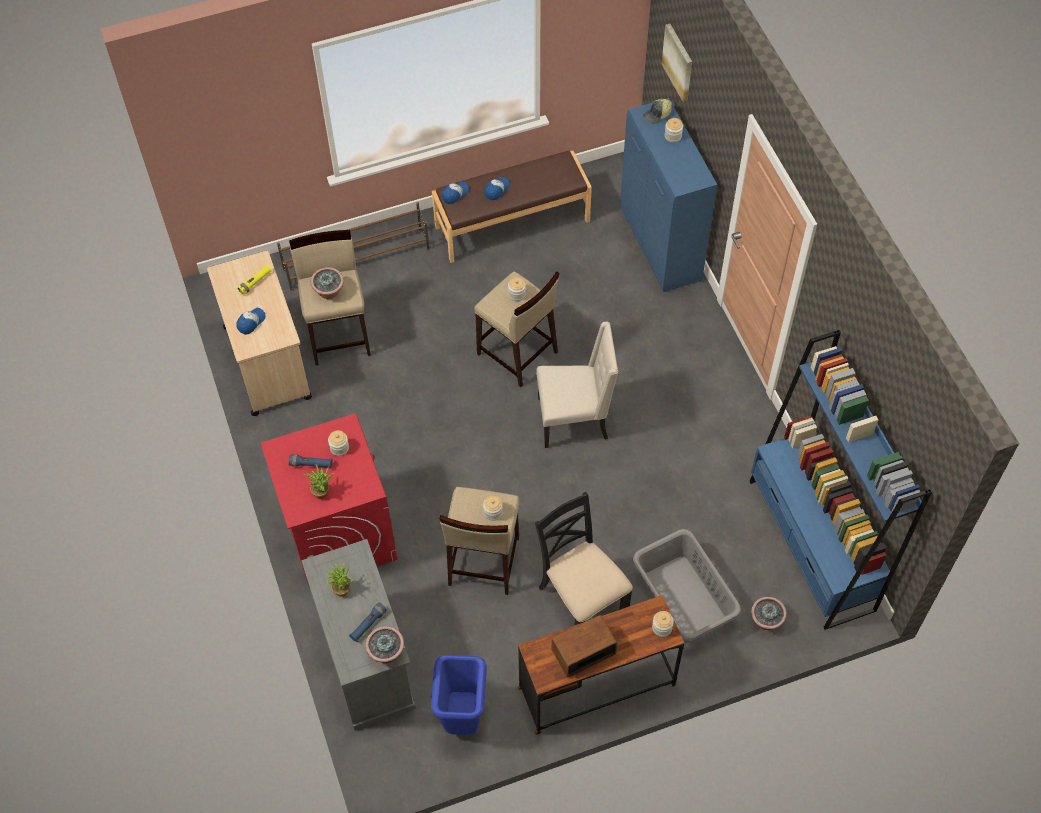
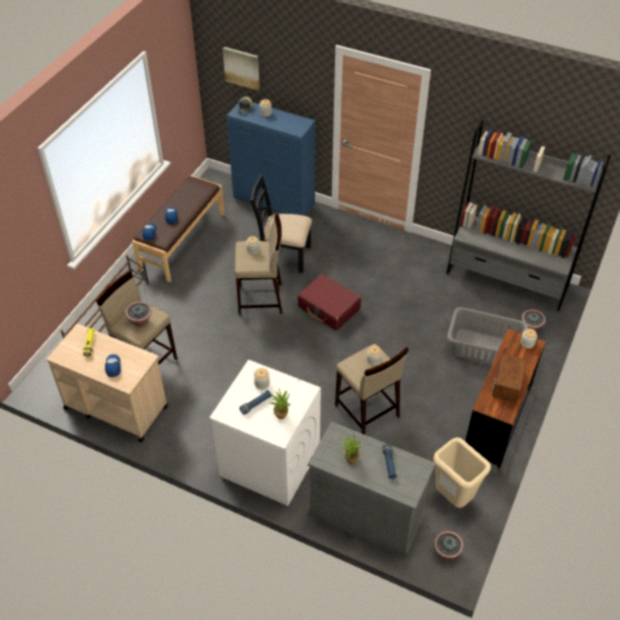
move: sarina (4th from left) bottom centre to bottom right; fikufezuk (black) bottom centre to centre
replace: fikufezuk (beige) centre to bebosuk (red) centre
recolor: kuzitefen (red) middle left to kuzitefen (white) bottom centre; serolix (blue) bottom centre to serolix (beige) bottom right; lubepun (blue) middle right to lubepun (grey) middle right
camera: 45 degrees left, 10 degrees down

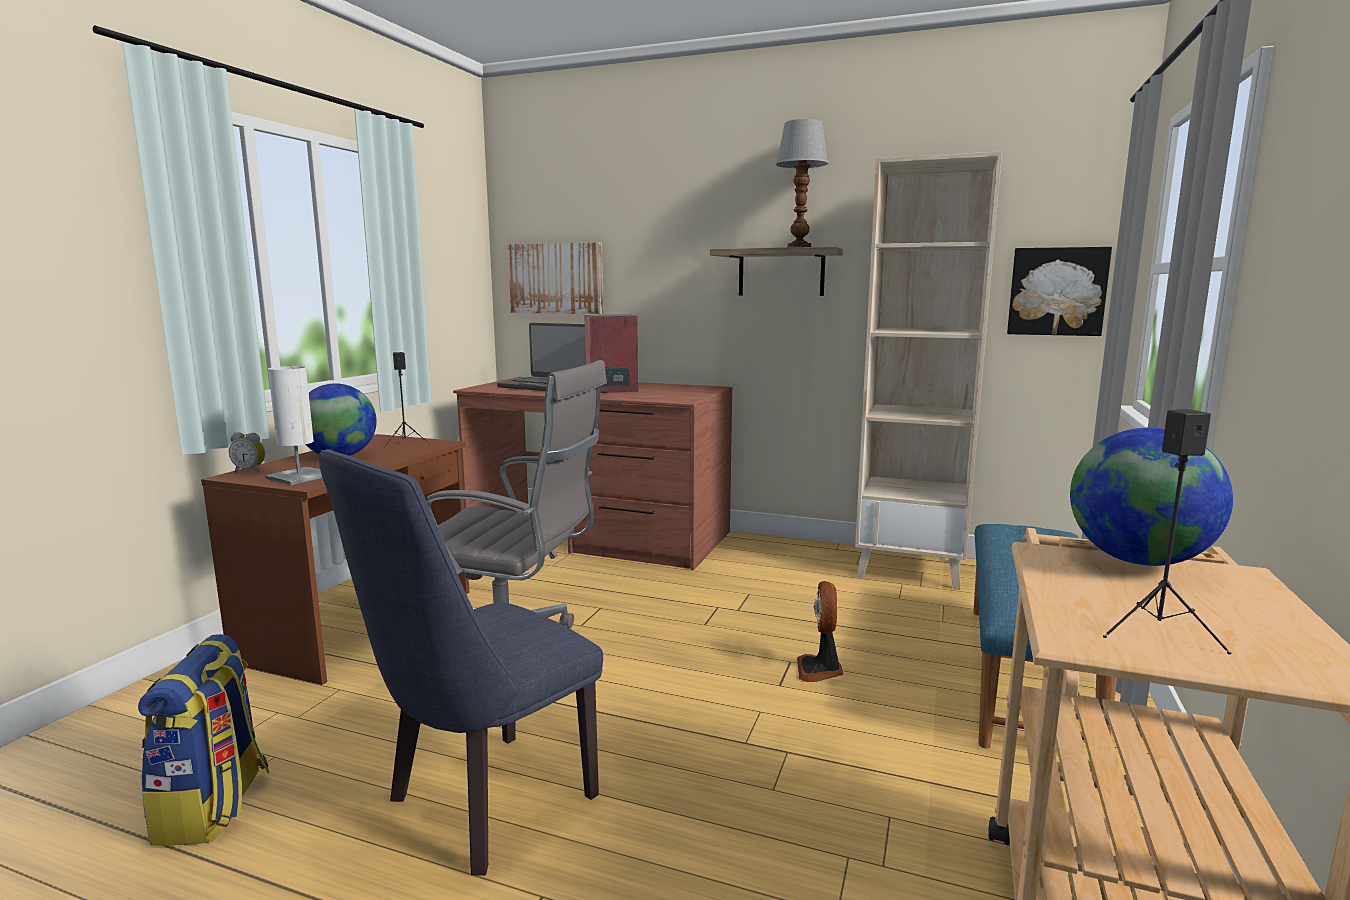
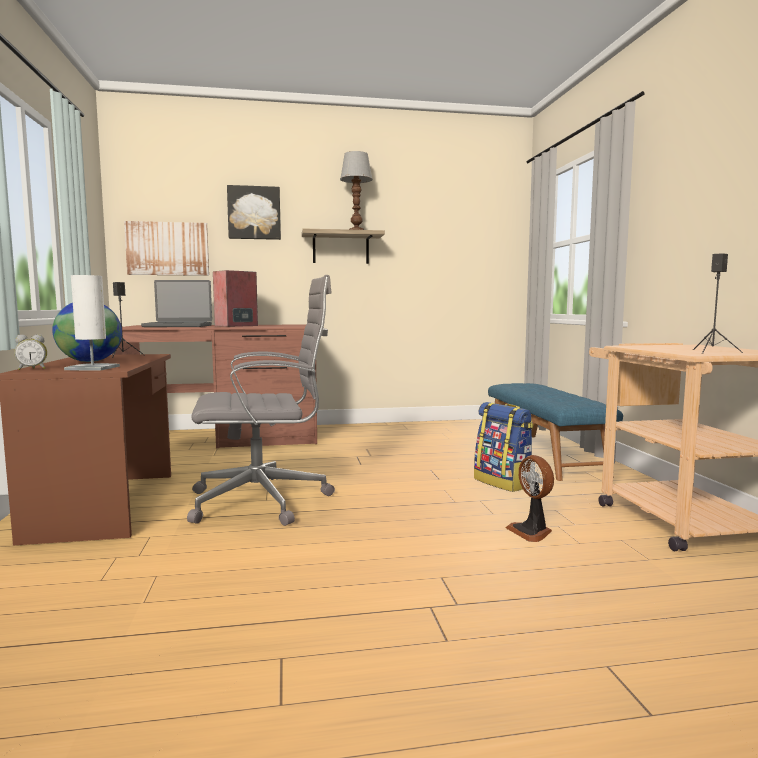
delete: fikufezuk (blue) bottom centre; lubepun (beige) middle right; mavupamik (2nd from left) middle right
move: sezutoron bottom left to centre; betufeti bottom centre to middle right; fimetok (2nd from left) top right to top centre
camera: 30 degrees left, 5 degrees down

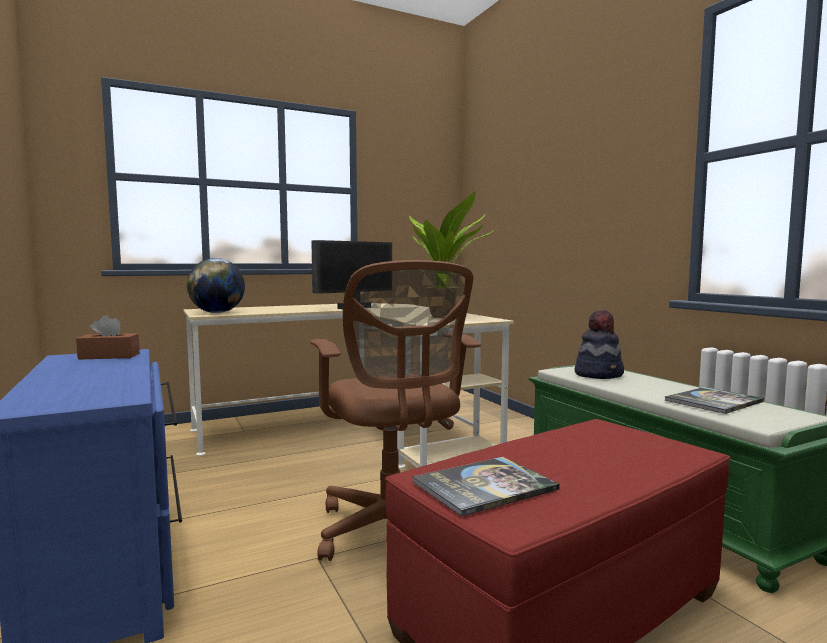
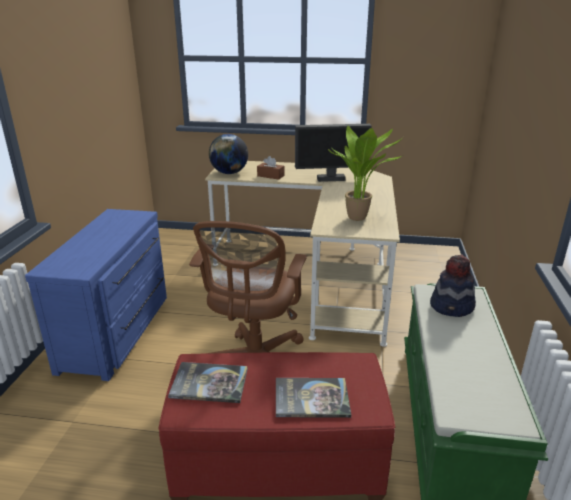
move: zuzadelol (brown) middle left to centre; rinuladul (2nd from left) middle right to bottom centre
camera: 35 degrees right, 20 degrees up

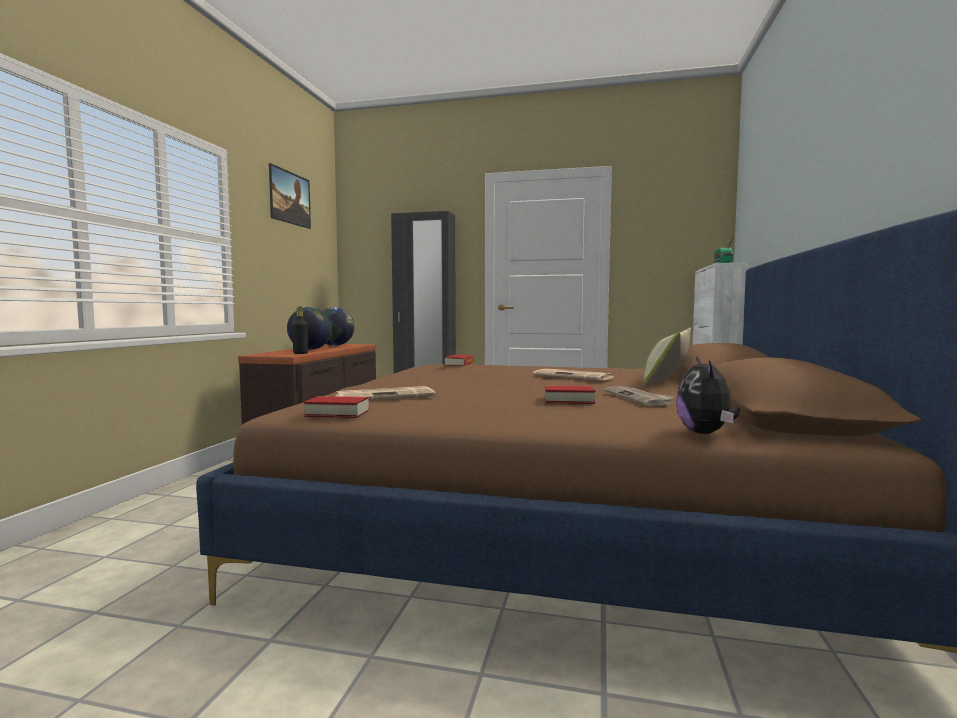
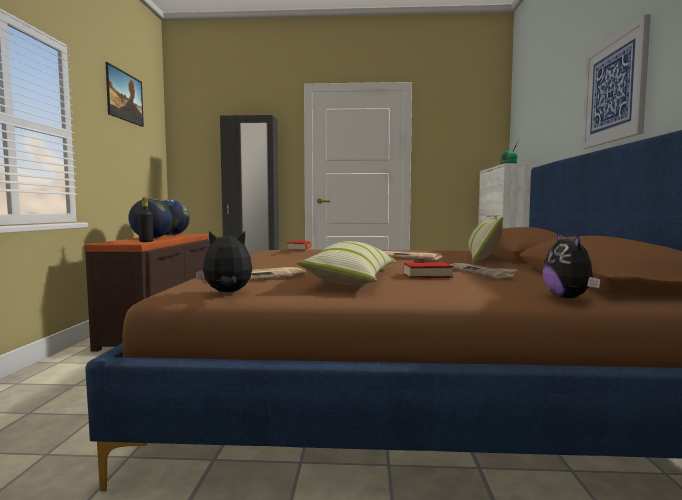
insert: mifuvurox (1st from left) centre; fimetok (2nd from left) top right
replace: rinuladul (1st from left) centre to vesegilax (1st from left) middle left
camera: 10 degrees left, 0 degrees up

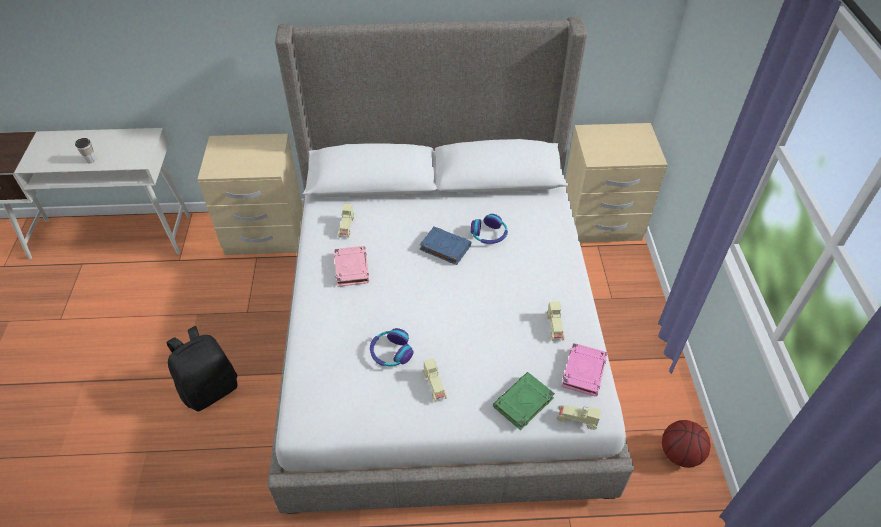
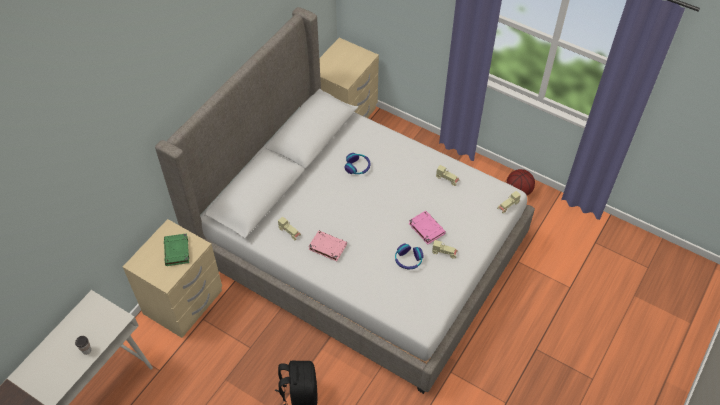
delete: rinuladul (blue) centre
move: rinuladul (green) bottom centre to middle left; rinuladul (pink) (2nd from left) bottom centre to centre
camera: 55 degrees left, 5 degrees up

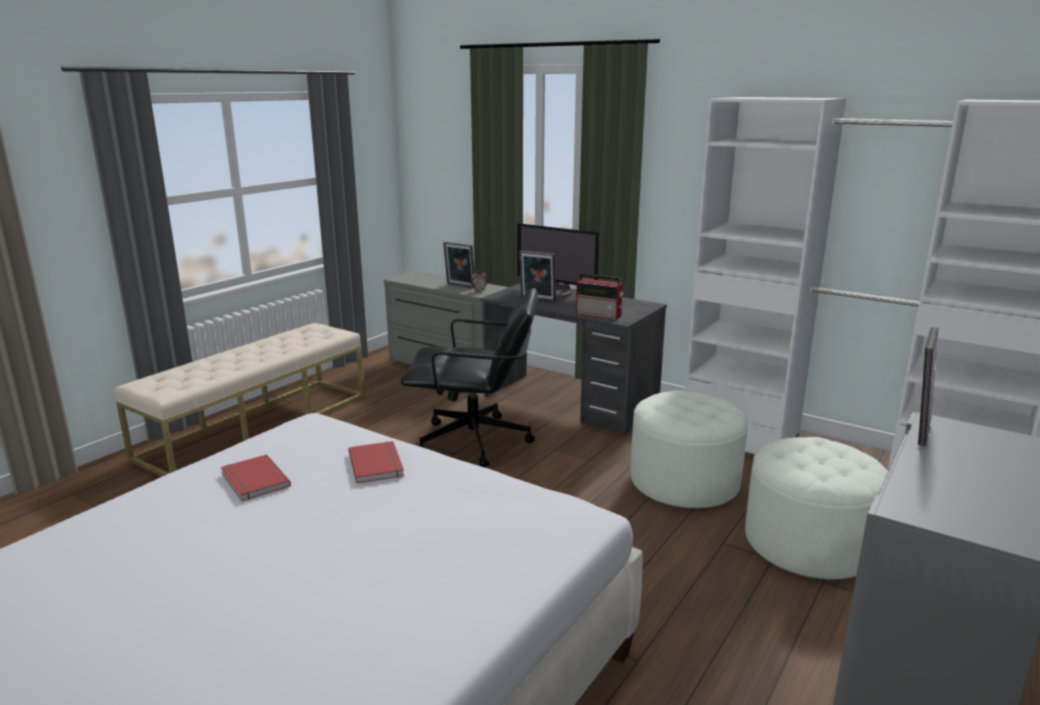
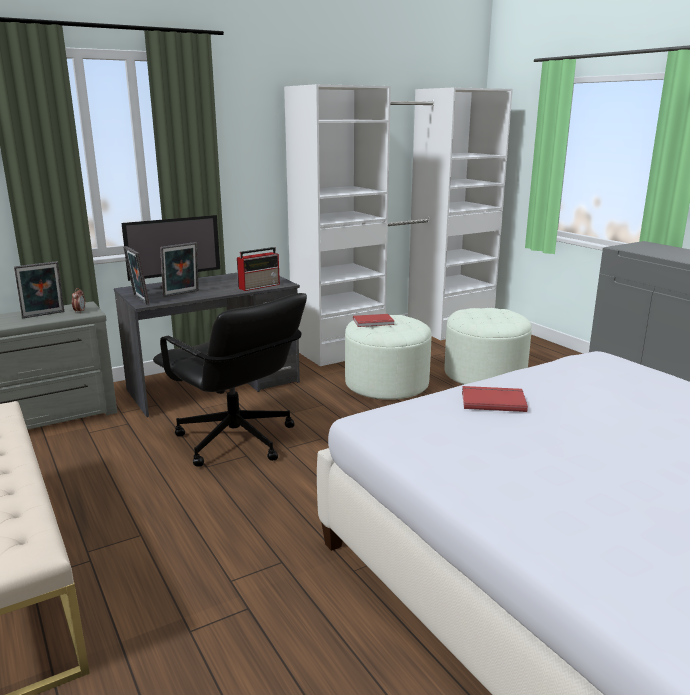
move: rinuladul (red) (1st from left) bottom left to centre; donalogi (3rd from left in the first image) middle right to donalogi (2nd from left) middle left
rotate: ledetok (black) centre = centre 105 degrees clockwise
camera: 65 degrees left, 0 degrees up

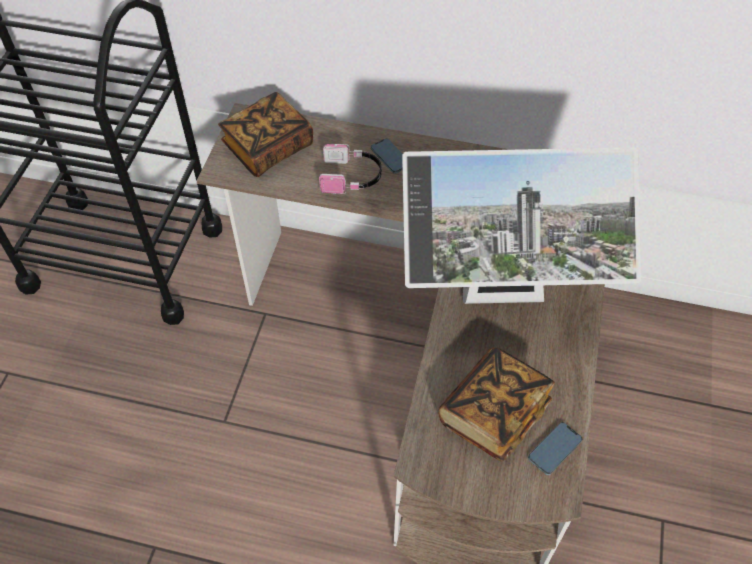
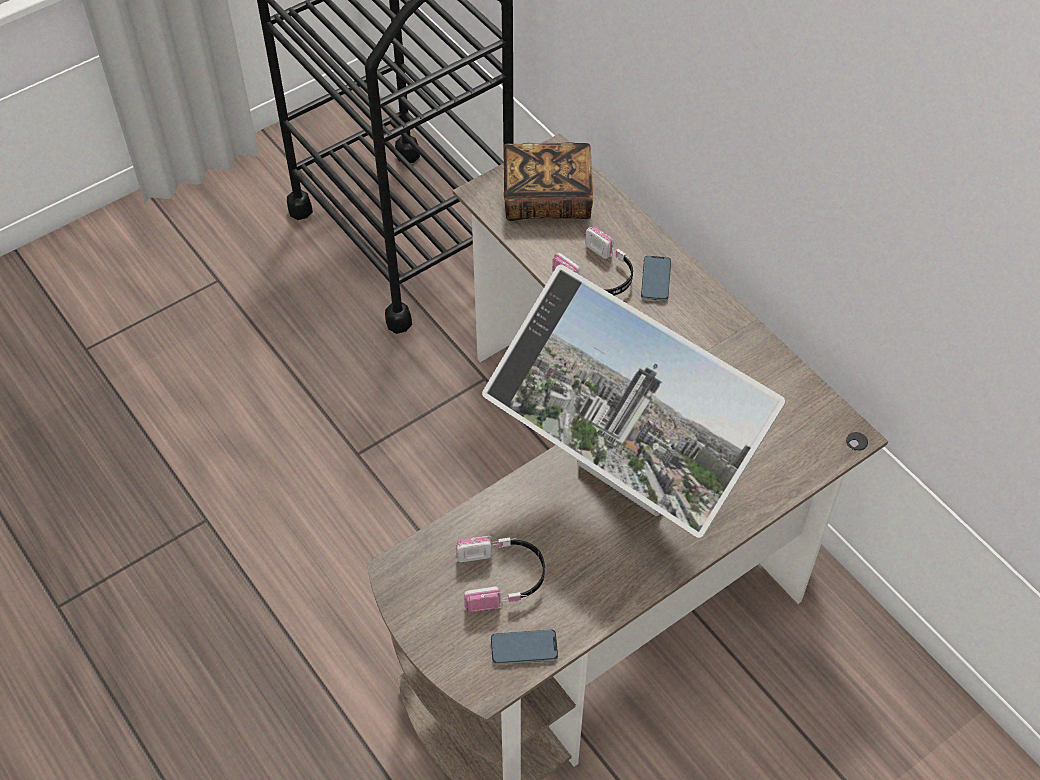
replace: rinuladul (2nd from left) bottom centre to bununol (1st from left) bottom centre
camera: 40 degrees right, 0 degrees up

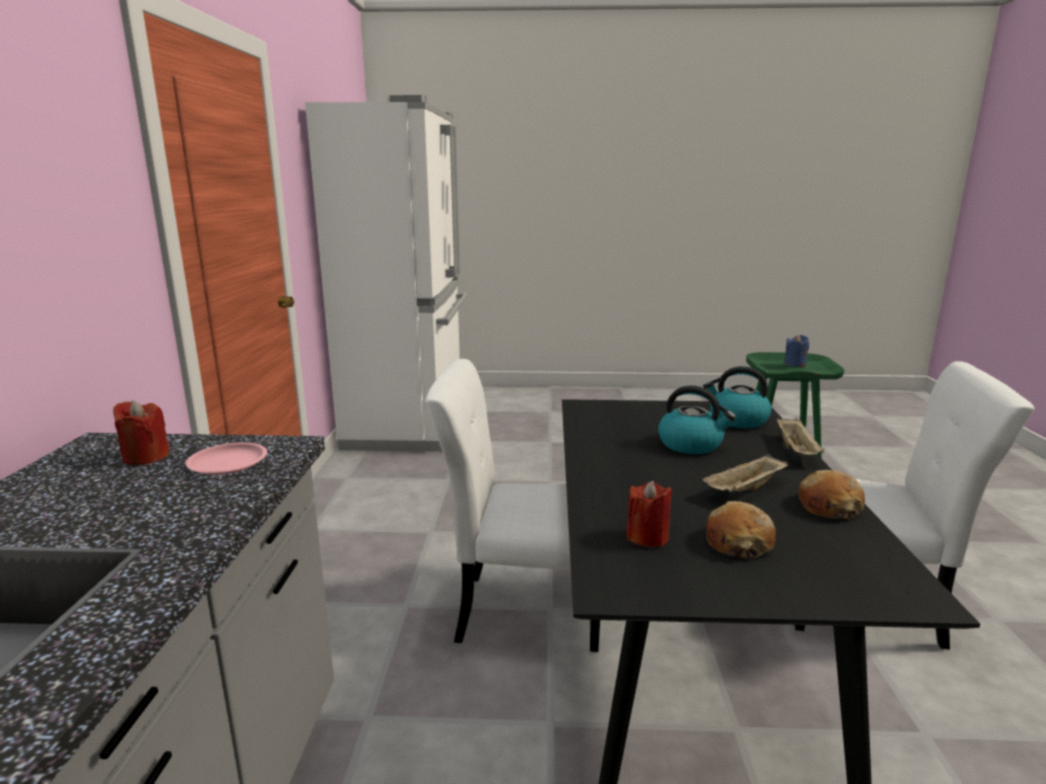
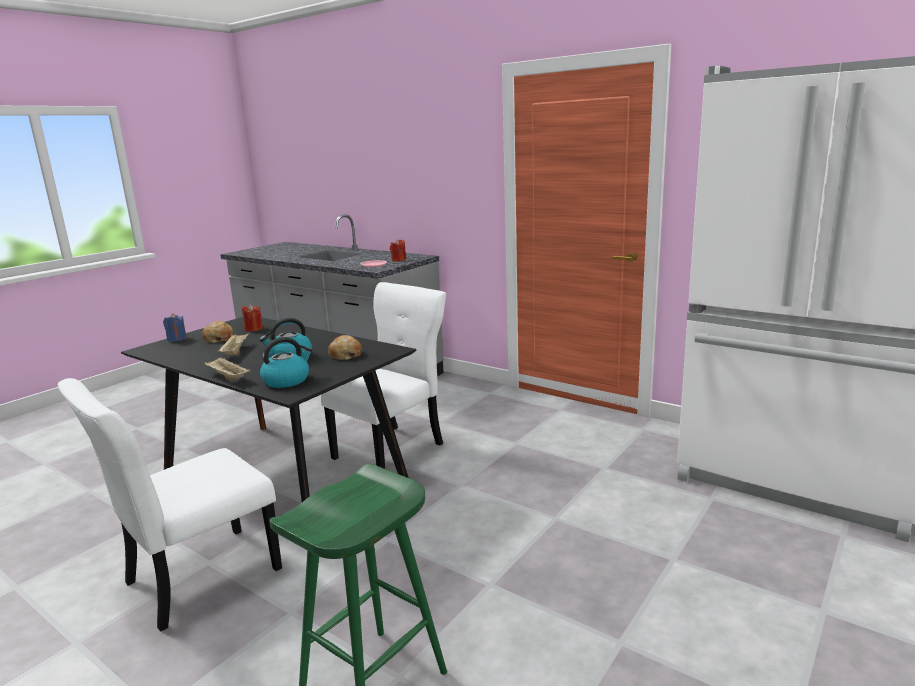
move: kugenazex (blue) middle right to middle left; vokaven (2nd from left) middle right to centre
camera: 125 degrees right, 0 degrees up

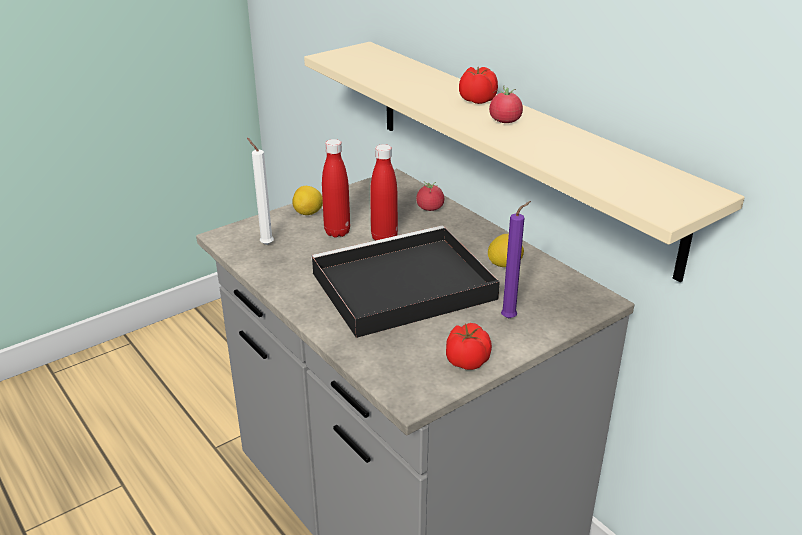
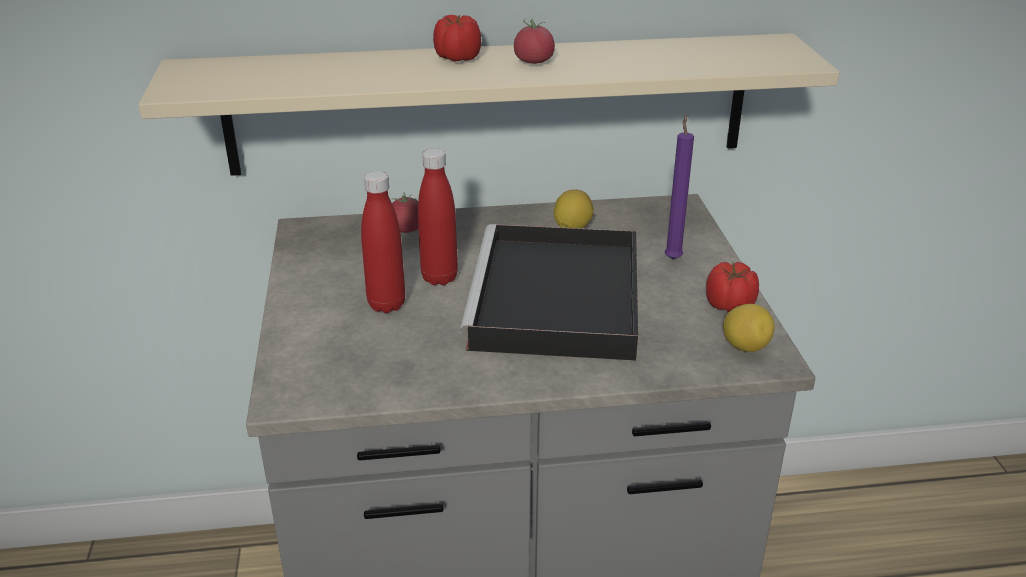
delete: kugenazex (white) middle left
move: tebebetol (1st from left in the first image) centre to tebebetol (2nd from left) middle right
camera: 60 degrees left, 0 degrees up

